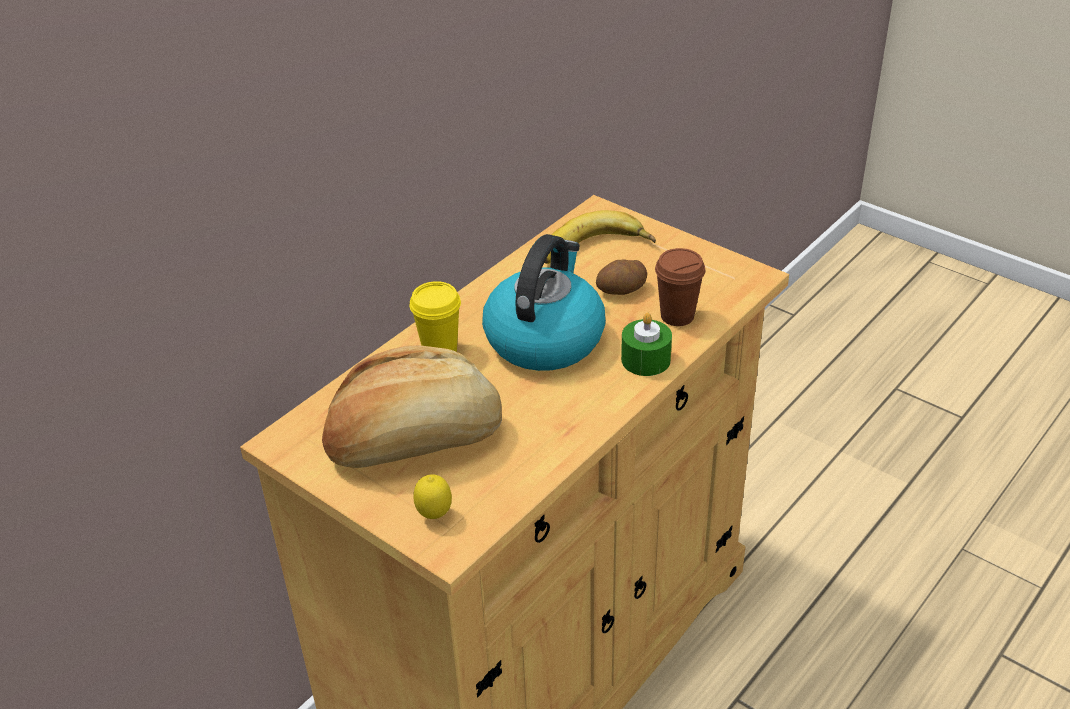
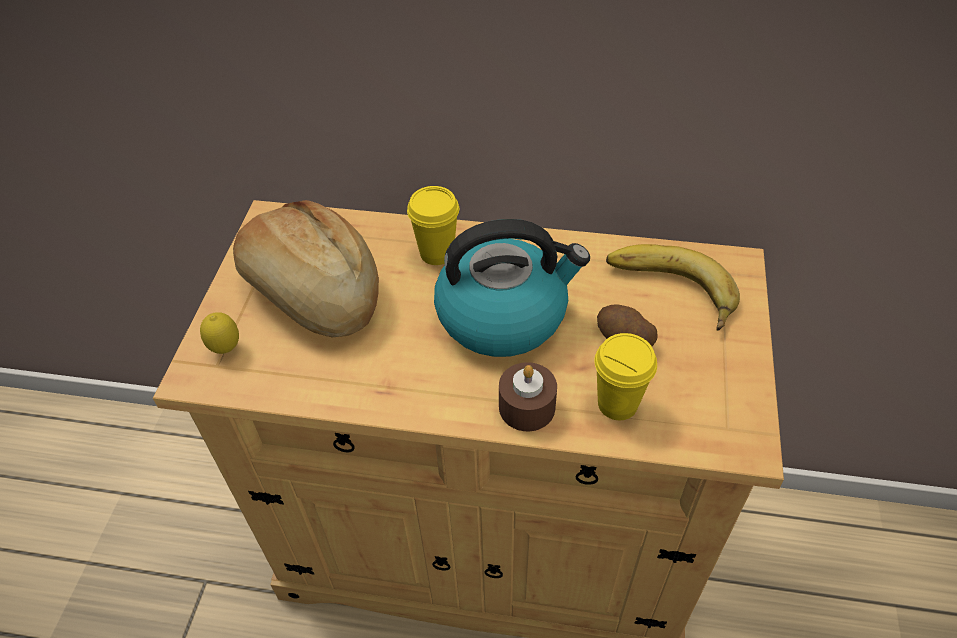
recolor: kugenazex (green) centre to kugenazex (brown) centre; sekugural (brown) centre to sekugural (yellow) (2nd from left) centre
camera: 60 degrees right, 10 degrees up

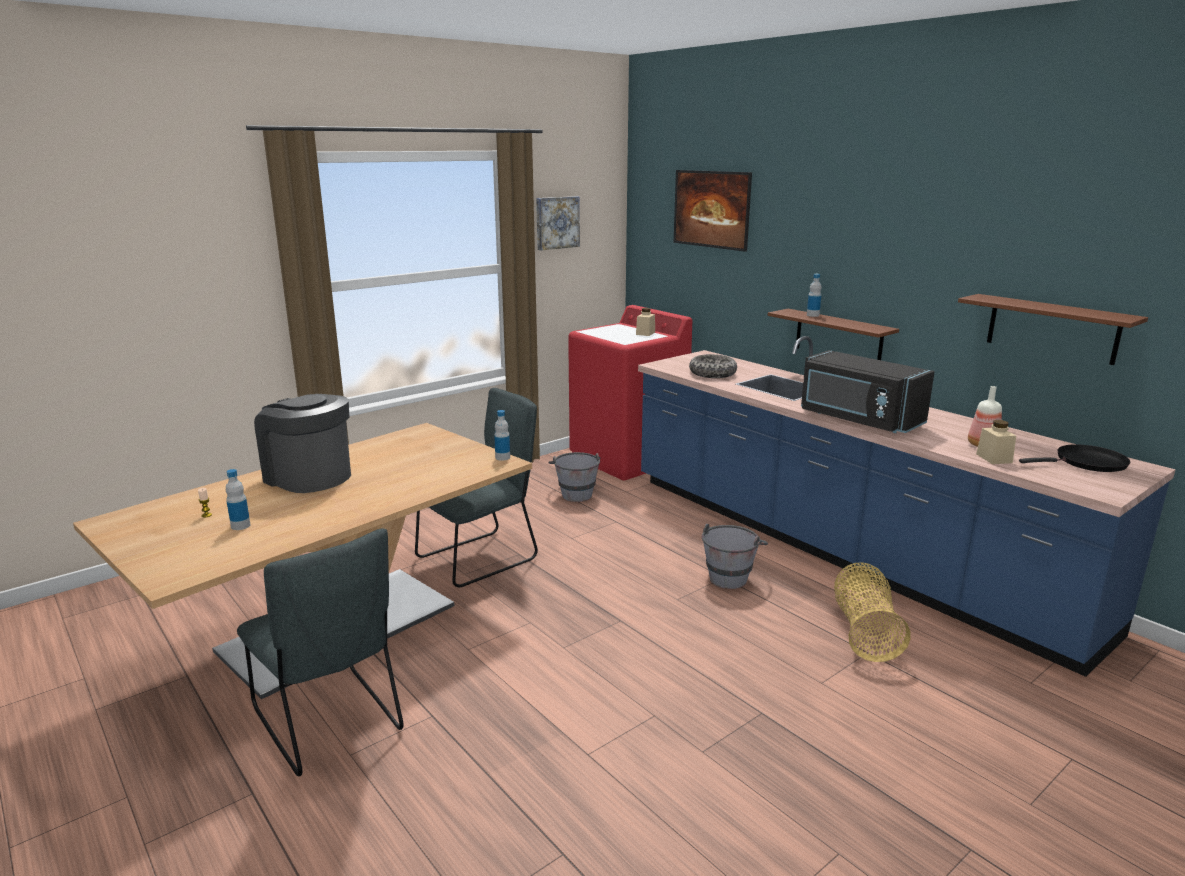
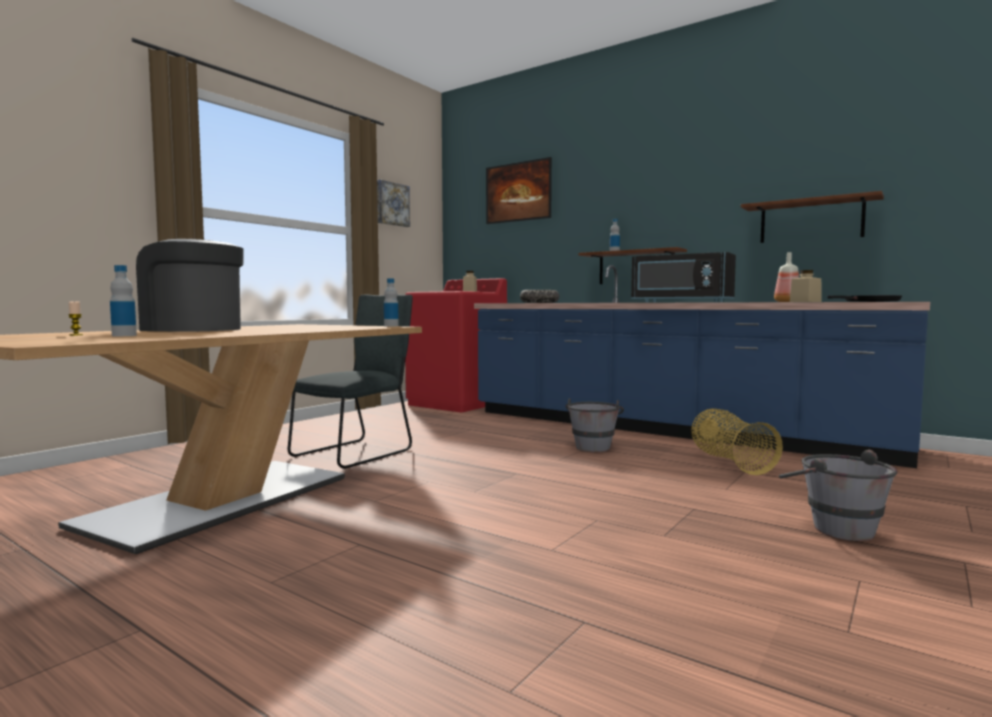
delete: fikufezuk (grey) (1st from left) bottom left
move: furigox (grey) (1st from left in the first image) centre to furigox (grey) (2nd from left) bottom right
camera: 15 degrees left, 15 degrees down

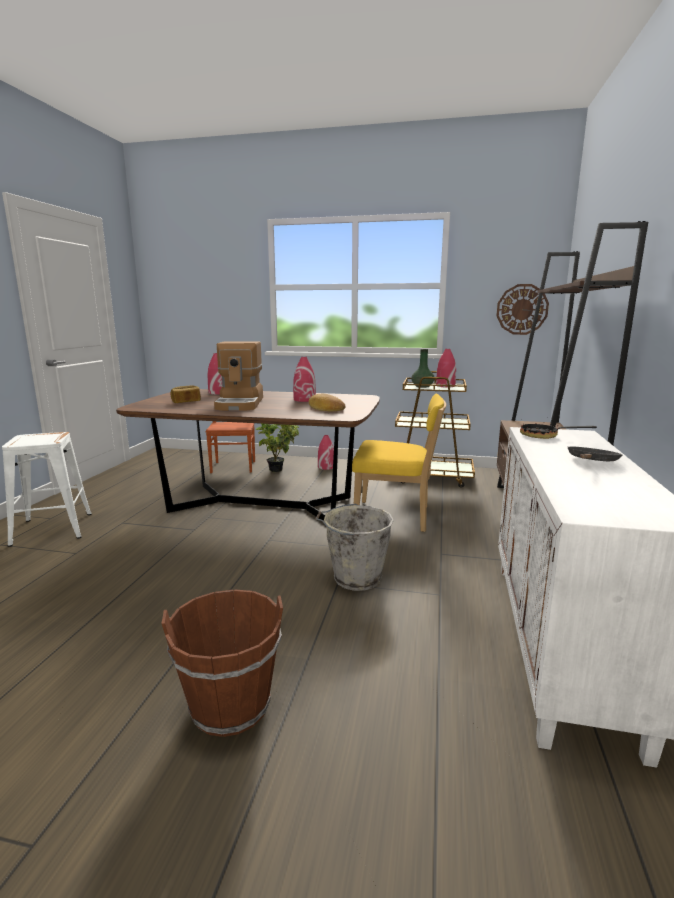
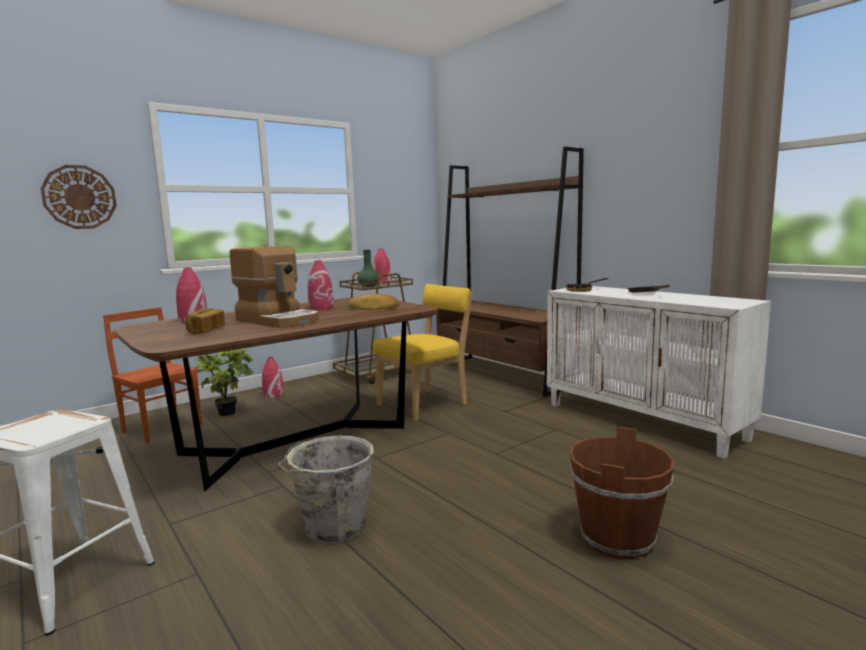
move: furigox (grey) centre to bottom centre; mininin middle right to top left
camera: 50 degrees left, 5 degrees down

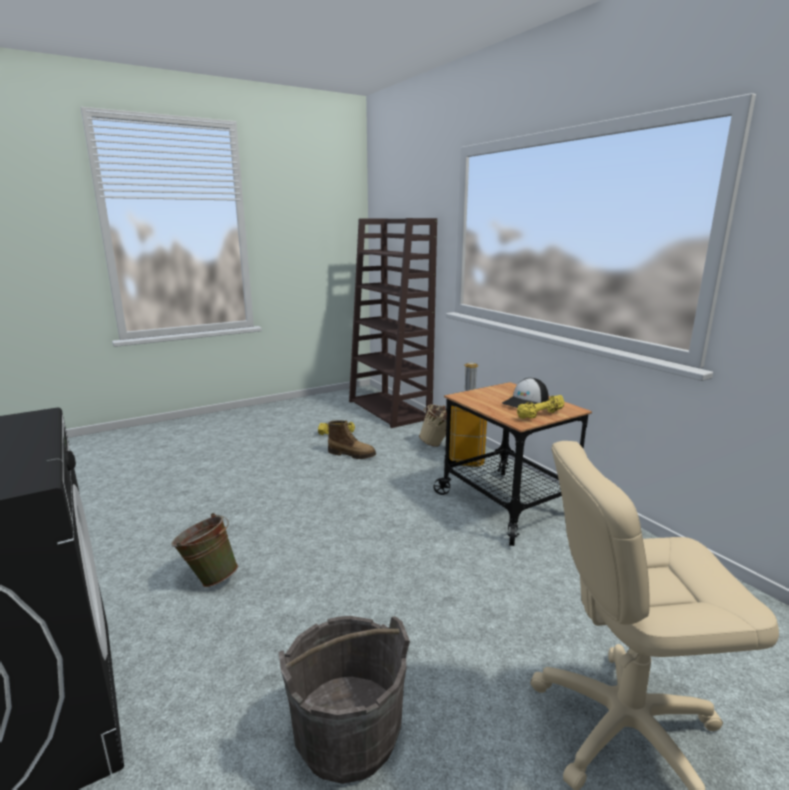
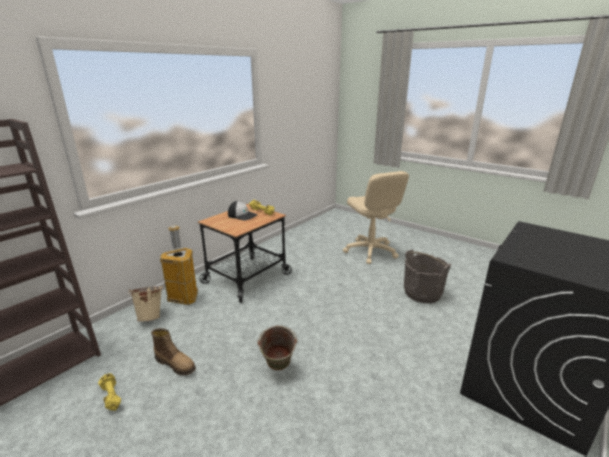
move: furigox (green) bottom left to bottom centre
rotate: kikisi centre = bottom left 120 degrees clockwise
camera: 110 degrees left, 5 degrees up

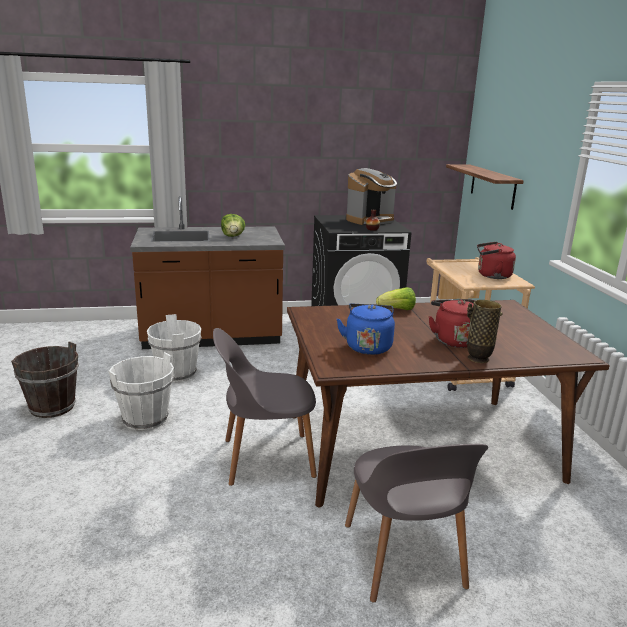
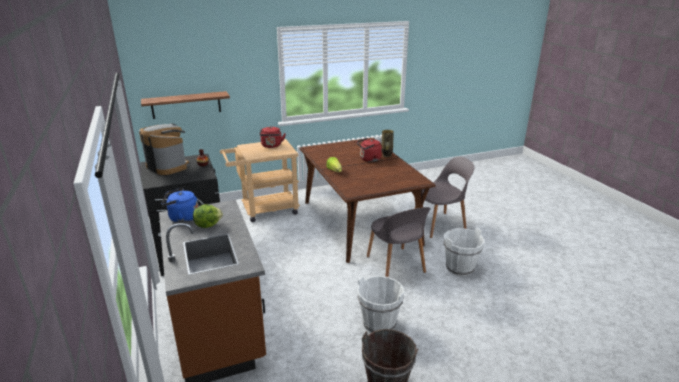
move: furigox (white) (2nd from left) middle left to middle right; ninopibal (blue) centre to middle left
camera: 100 degrees left, 5 degrees up

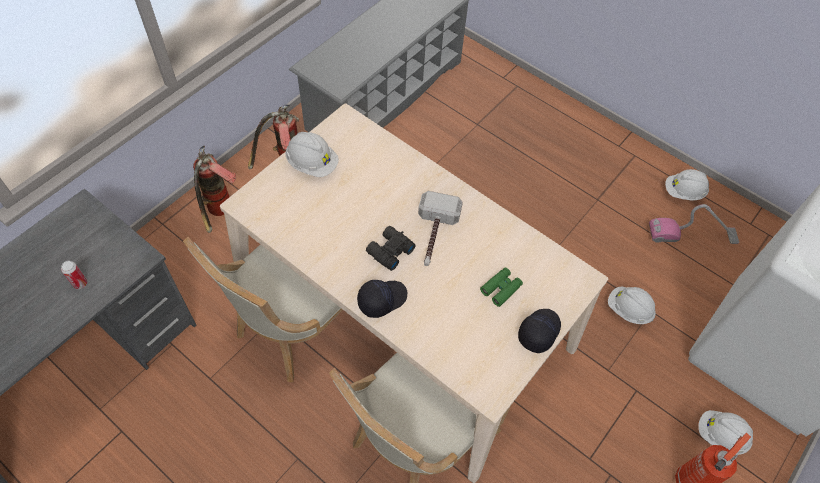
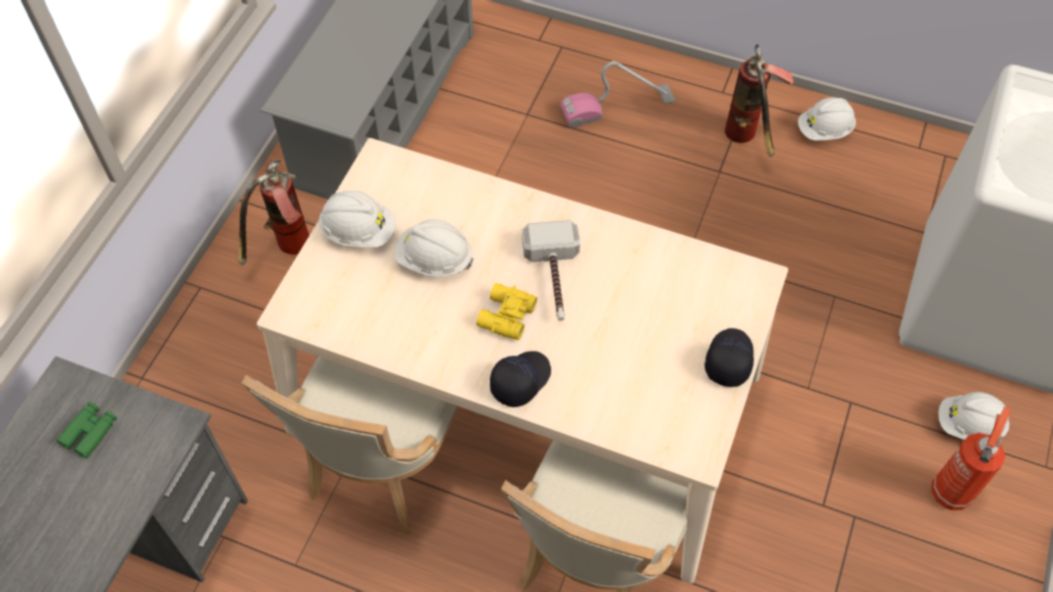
delete: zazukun middle left
move: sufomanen (1st from left in the first image) middle left to sufomanen (2nd from left) top right; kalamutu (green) centre to bottom left; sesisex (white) (2nd from left) middle right to centre; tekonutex middle right to top centre
recolor: kalamutu (black) centre to kalamutu (yellow) centre
camera: 15 degrees left, 0 degrees up

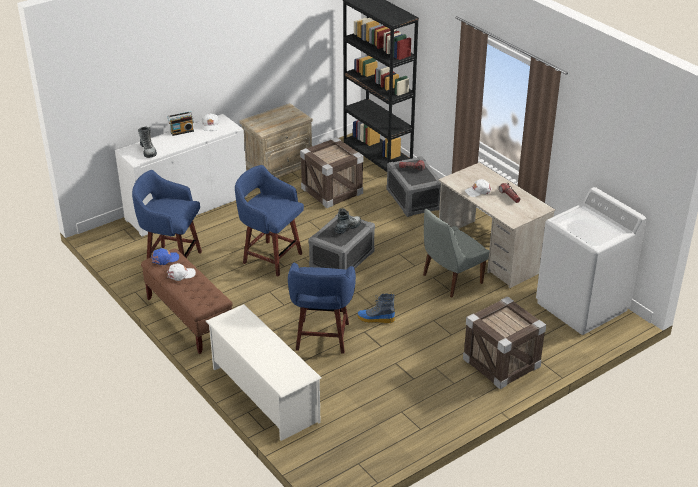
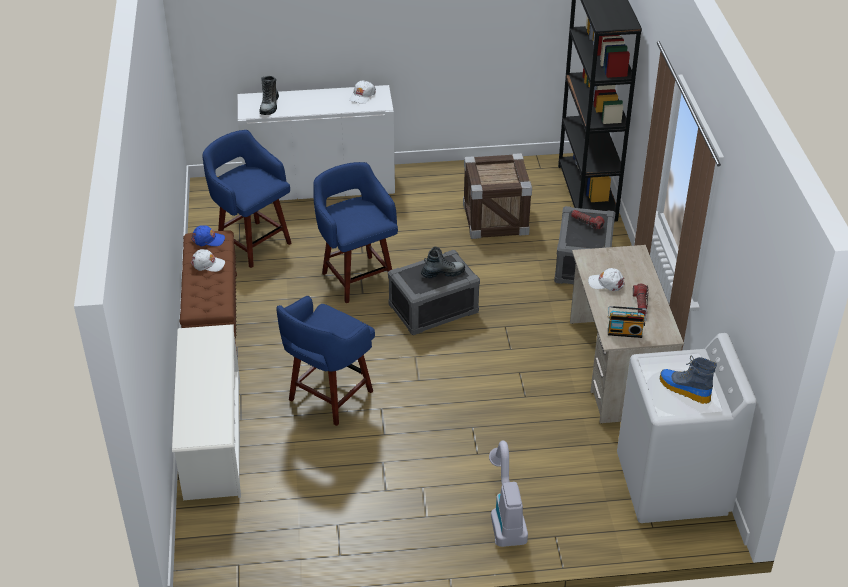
delete: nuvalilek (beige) top centre; fikufezuk (grey) centre
move: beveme top left to middle right; kikisi (3rd from left) centre to middle right
replace: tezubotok (2nd from left) bottom right to tekonutex bottom centre
camera: 30 degrees right, 5 degrees up

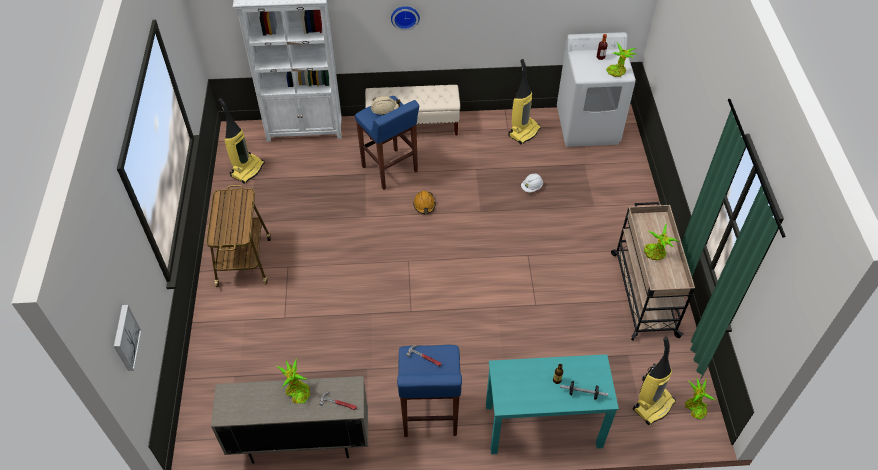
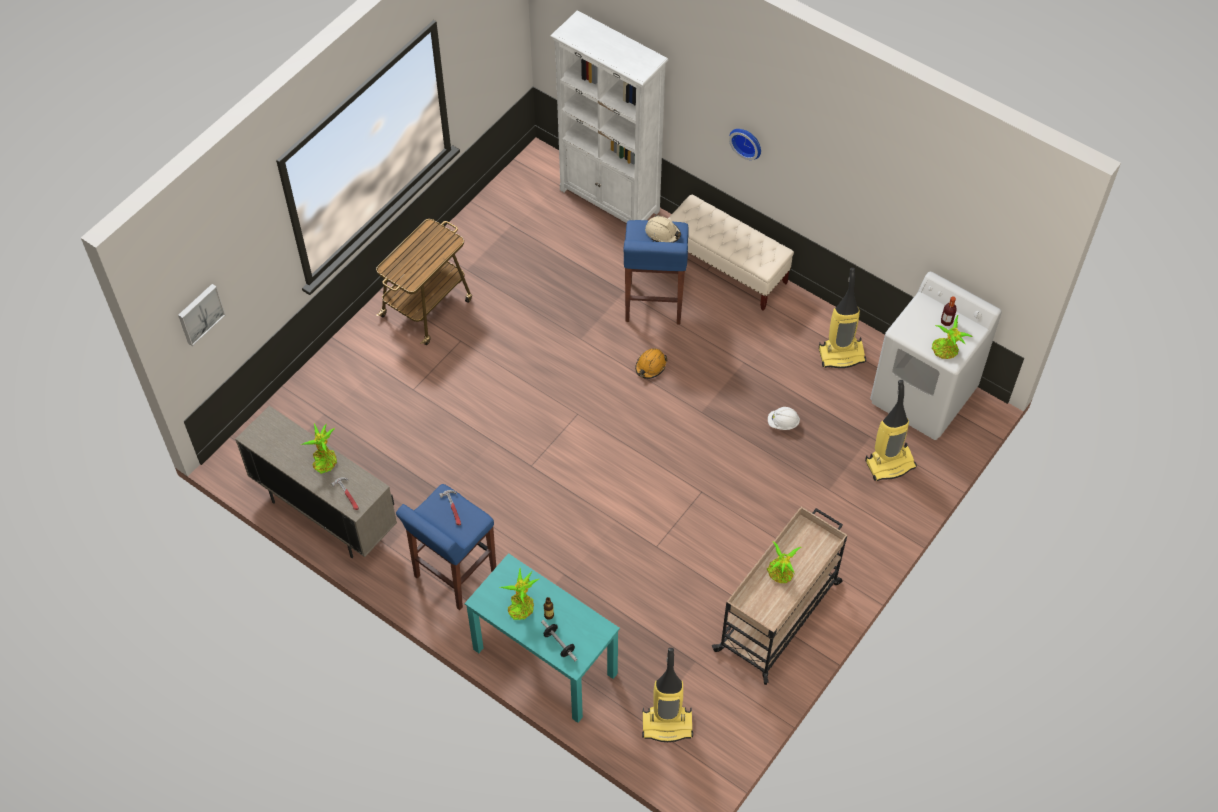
move: tekonutex (1st from left in the first image) top left to tekonutex (3rd from left) middle right; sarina (4th from left in the first image) bottom right to sarina (2nd from left) bottom centre
camera: 40 degrees right, 5 degrees up

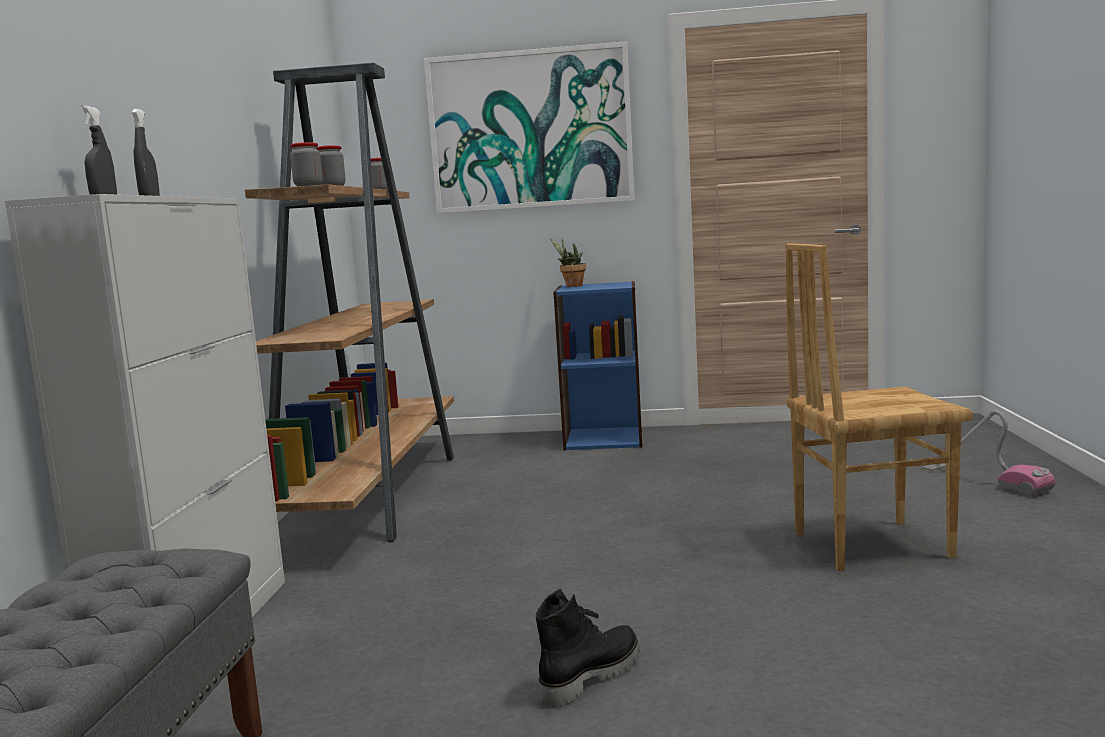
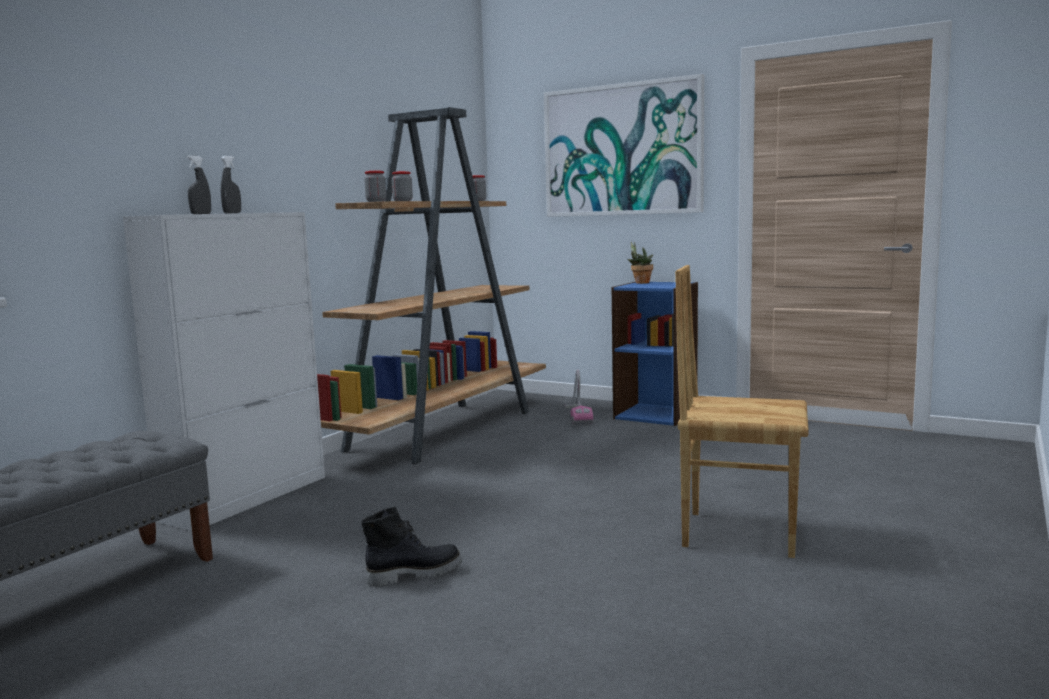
move: tekonutex middle right to centre
camera: 25 degrees right, 0 degrees up

